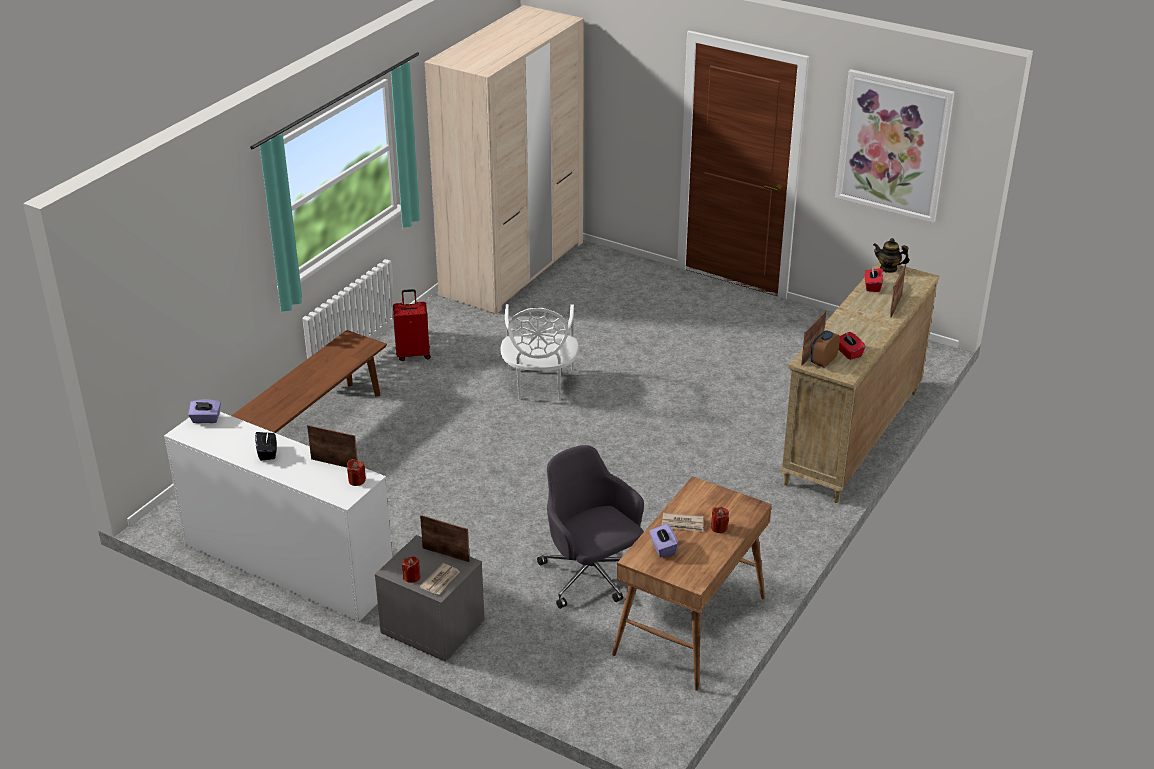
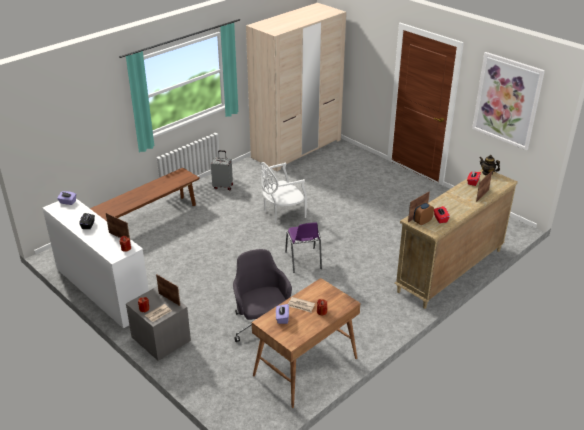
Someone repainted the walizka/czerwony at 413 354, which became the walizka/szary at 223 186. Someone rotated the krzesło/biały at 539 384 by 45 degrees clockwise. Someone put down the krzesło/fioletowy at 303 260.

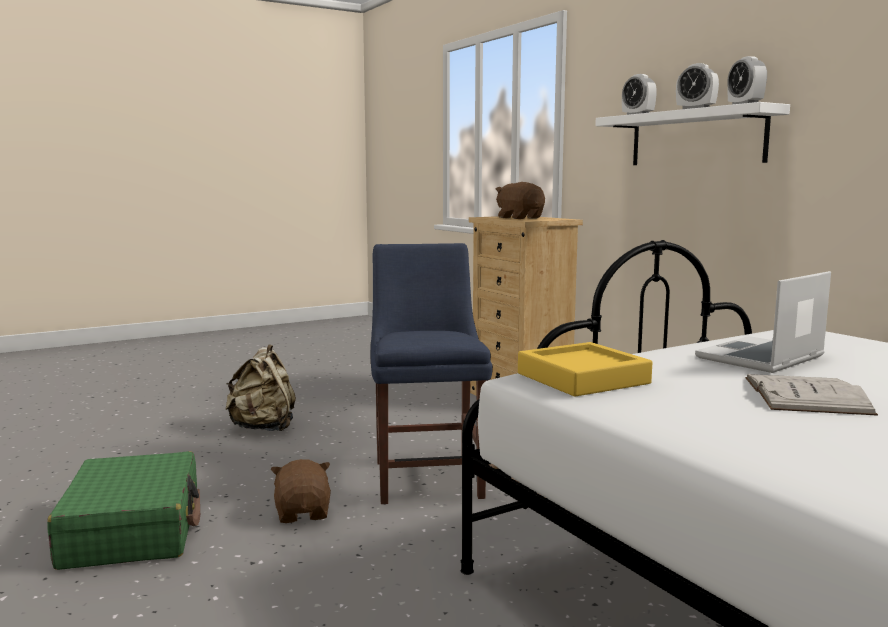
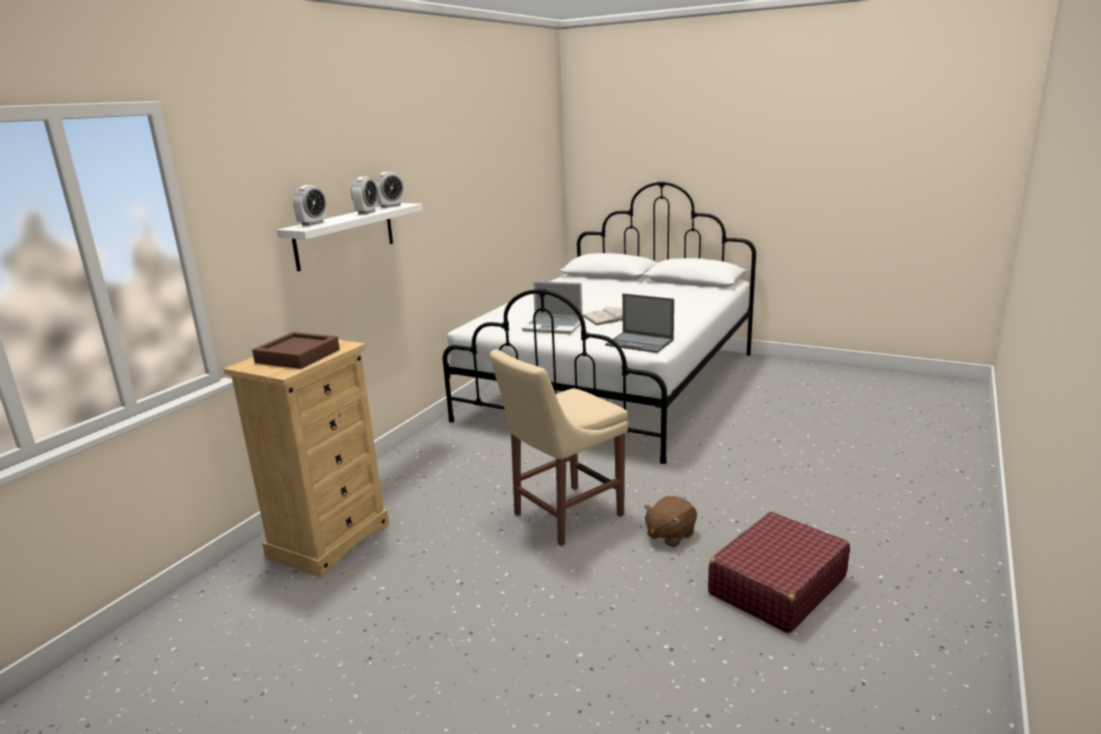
Someone repainted the walizka/zielony at 133 530, which became the walizka/czerwony at 776 586. Someone took away the plecak/beżowy at 263 428. Someone repainted the krzesło/niebieski at 428 476, which became the krzesło/beżowy at 563 516. Someone swapped the pluszak/brązowy at 519 218 for the taca/brązowy at 298 356. Someone swapped the taca/żółty at 582 378 for the laptop at 640 343.

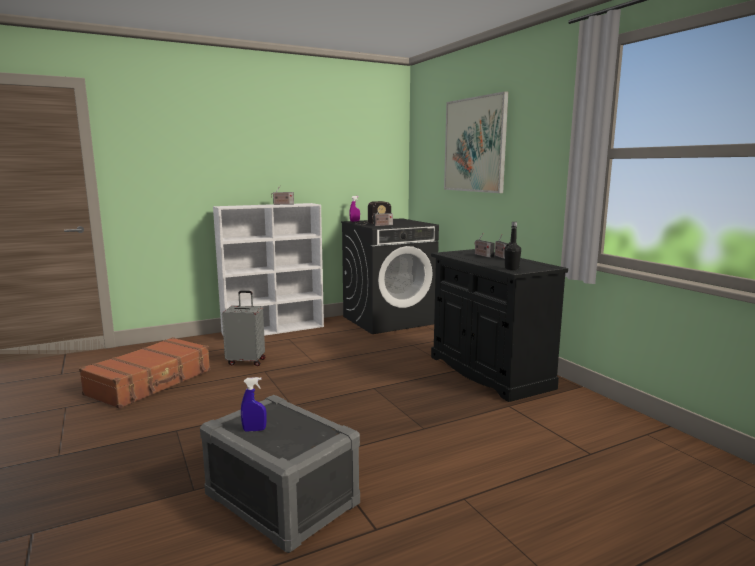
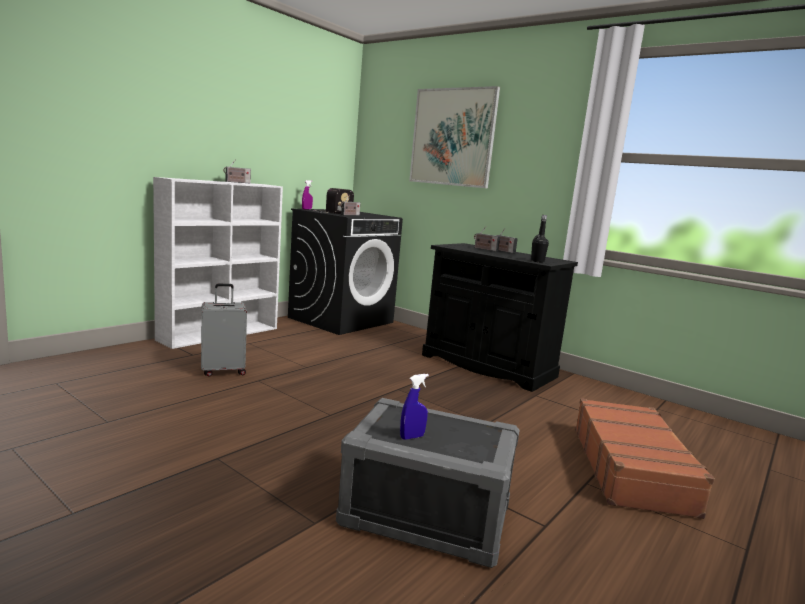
Someone carried the walizka/brązowy from 151 382 to 631 469.

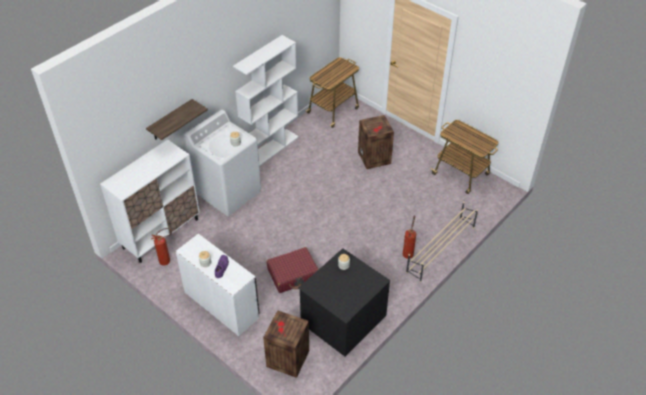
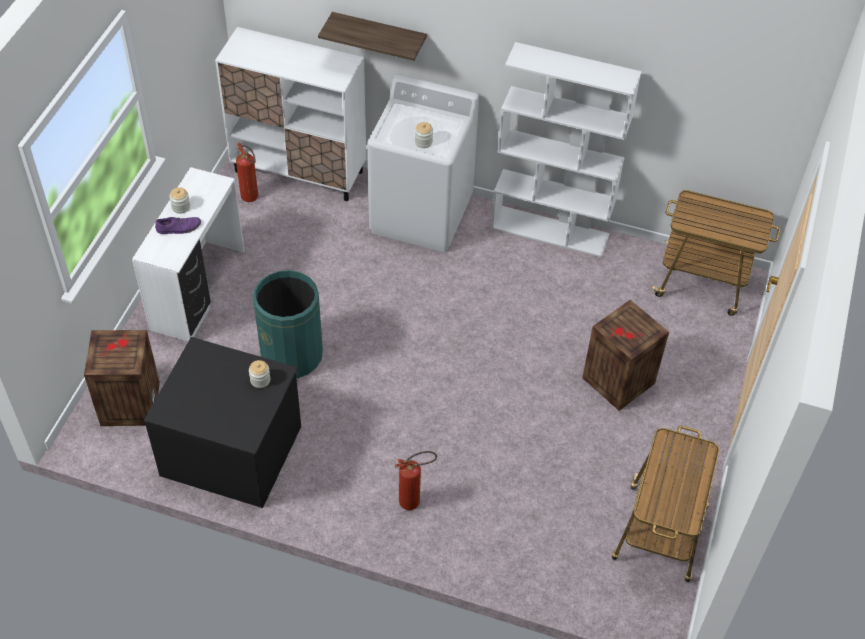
Someone swapped the walizka/czerwony at 293 274 for the kosz na śmieci/zielony at 292 355. Someone took away the regał na buty/beżowy at 440 249.

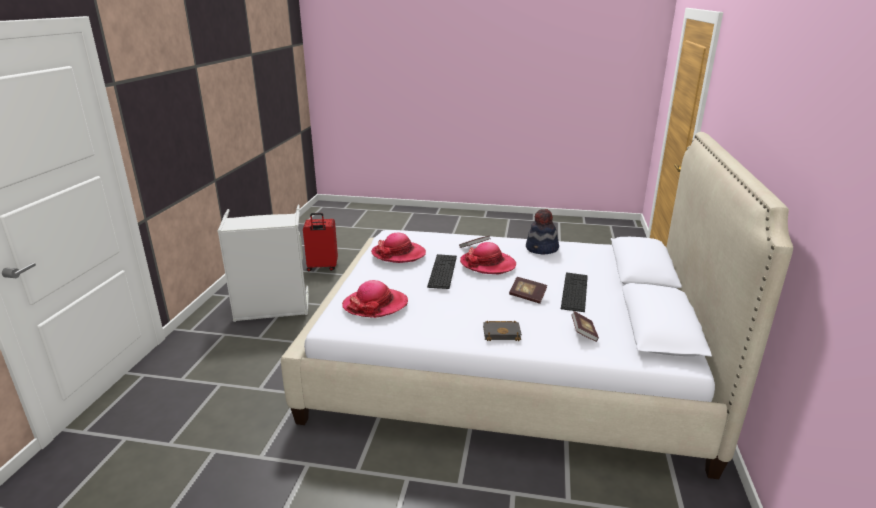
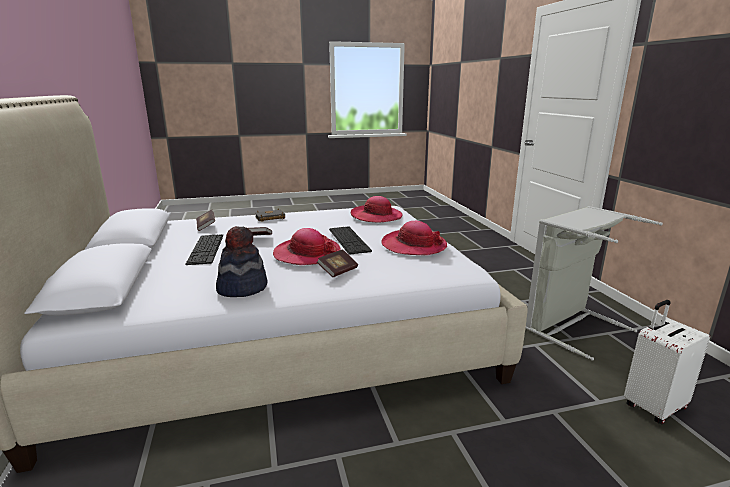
Someone repainted the walizka/czerwony at 322 267, which became the walizka/biały at 653 406.

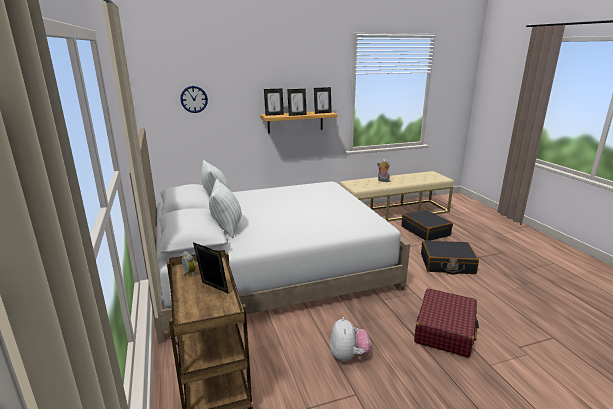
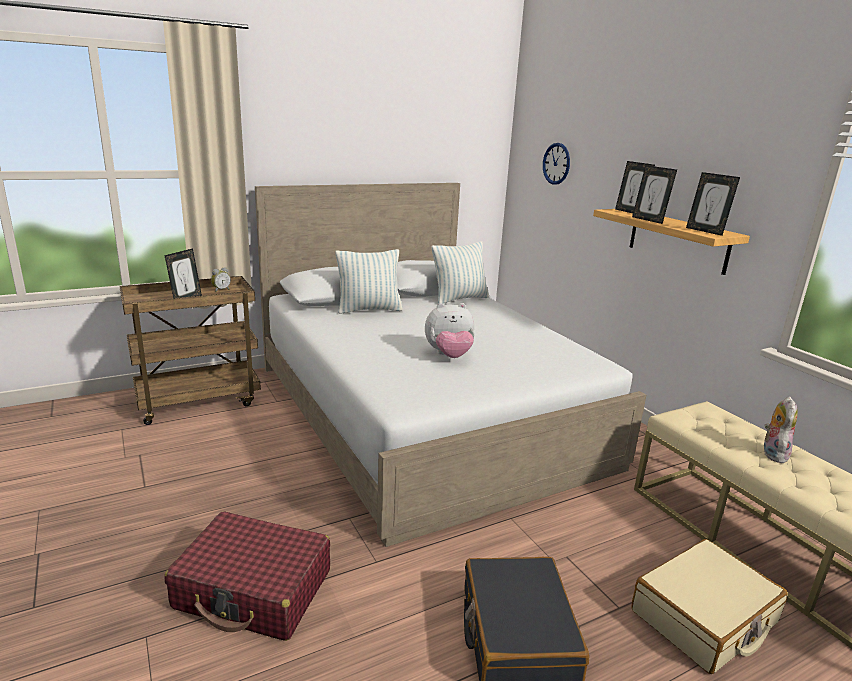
Someone carried the pluszak from 348 356 to 449 356. Someone repainted the walizka/czarny at 425 231, which became the walizka/beżowy at 704 618.

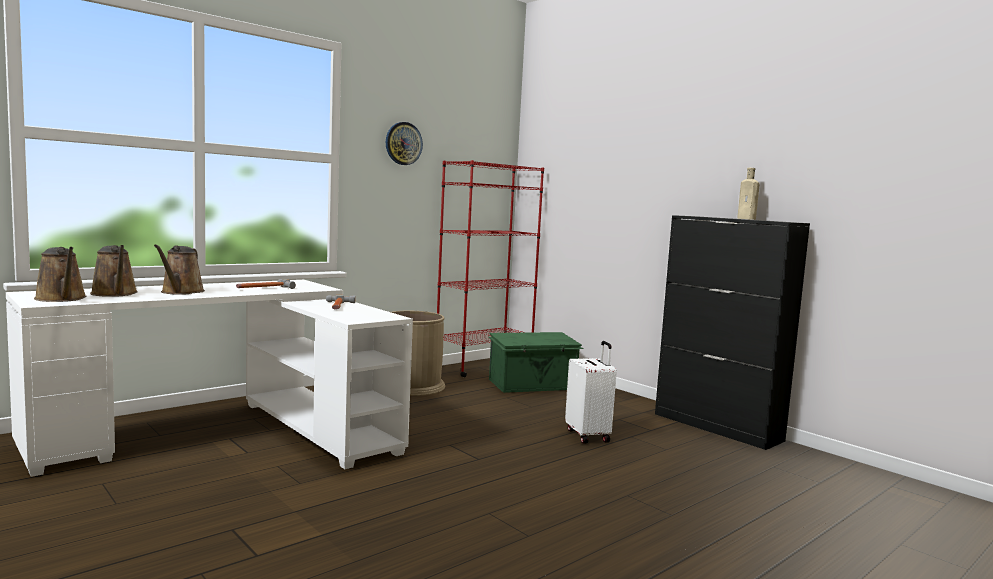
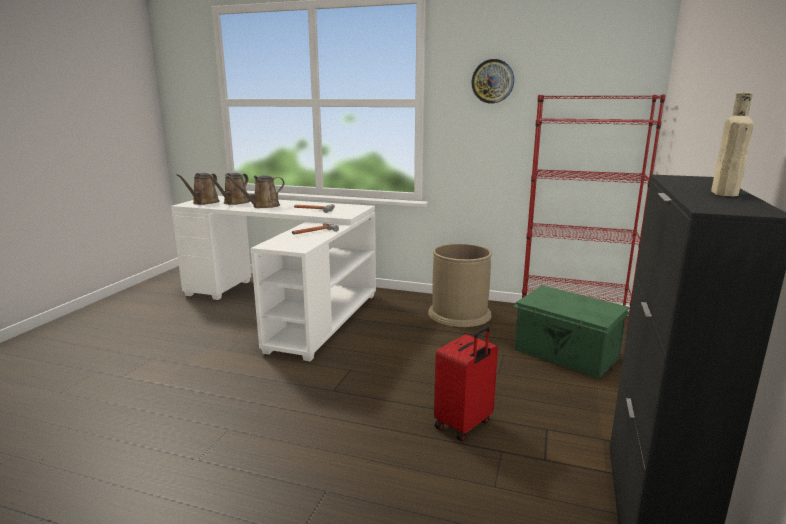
Someone repainted the walizka/biały at 588 435, which became the walizka/czerwony at 464 424.

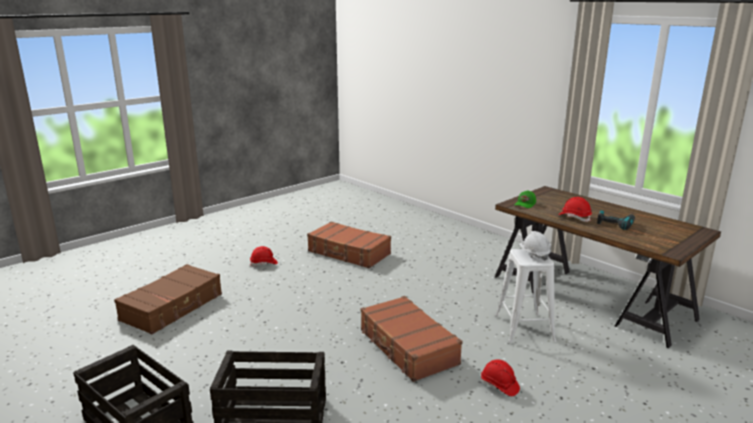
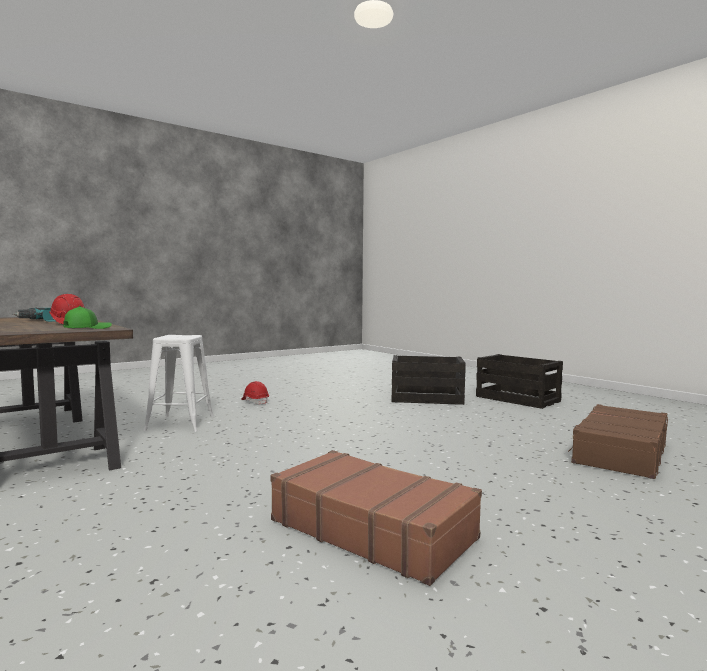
Someone took away the kask/czerwony at 264 263. Someone took away the walizka/brązowy at 407 347. Someone took away the kask/biały at 534 254.

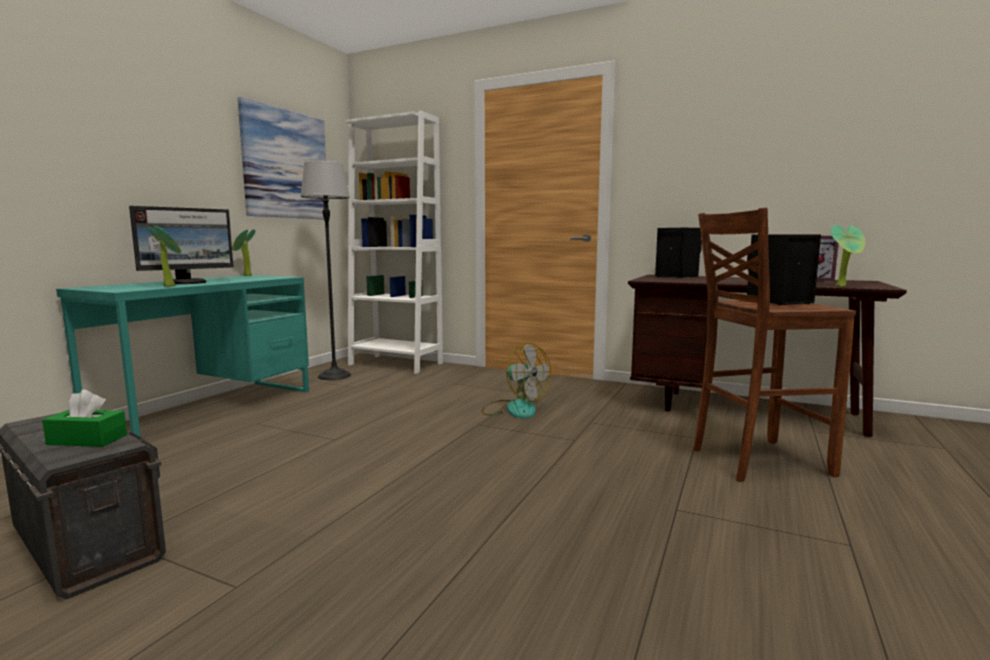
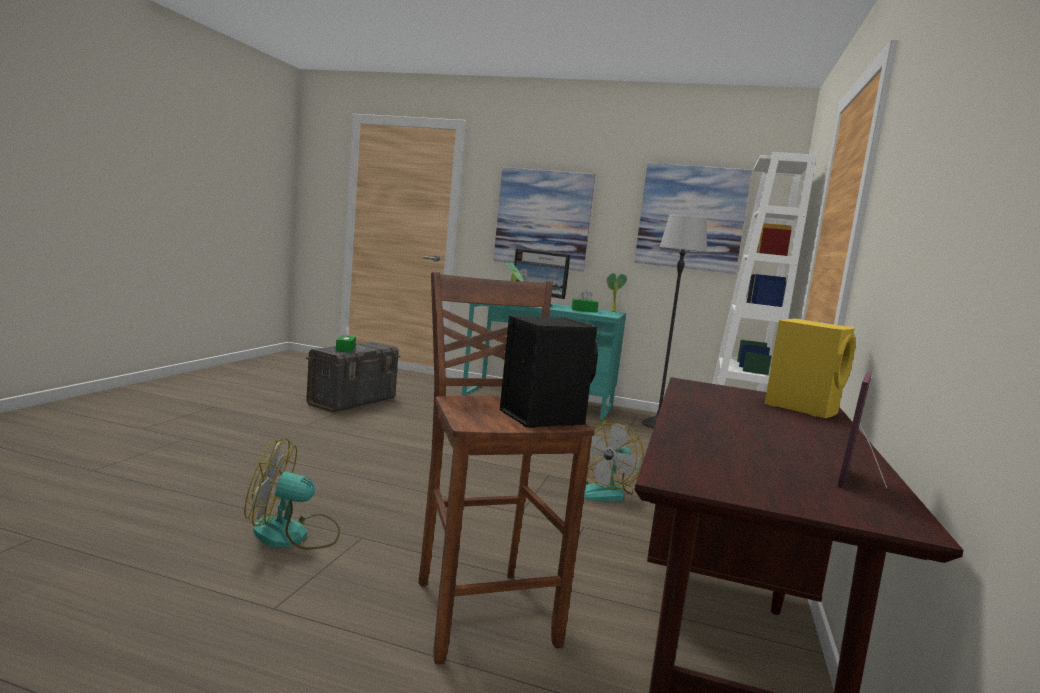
Someone repainted the głośnik/czarny at 675 276, which became the głośnik/żółty at 803 407. Someone took away the roślina doniczkowa at 843 286. Someone put down the wentylator at 293 535. Someone put up the obraz at 543 219. Someone put down the pudełko chusteczek/zielony at 584 310.

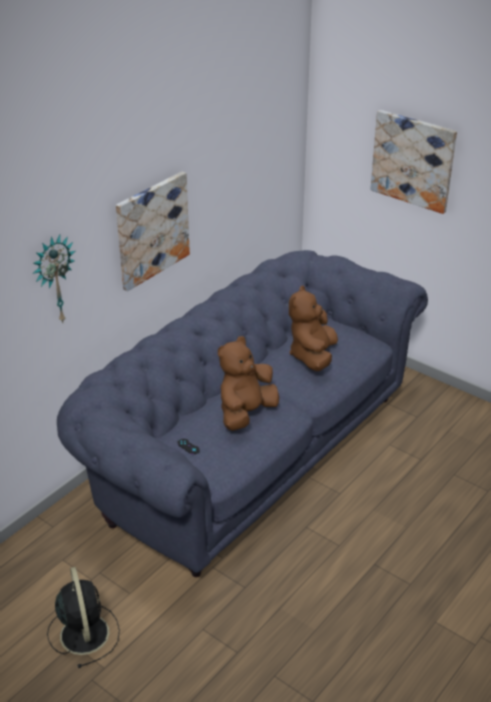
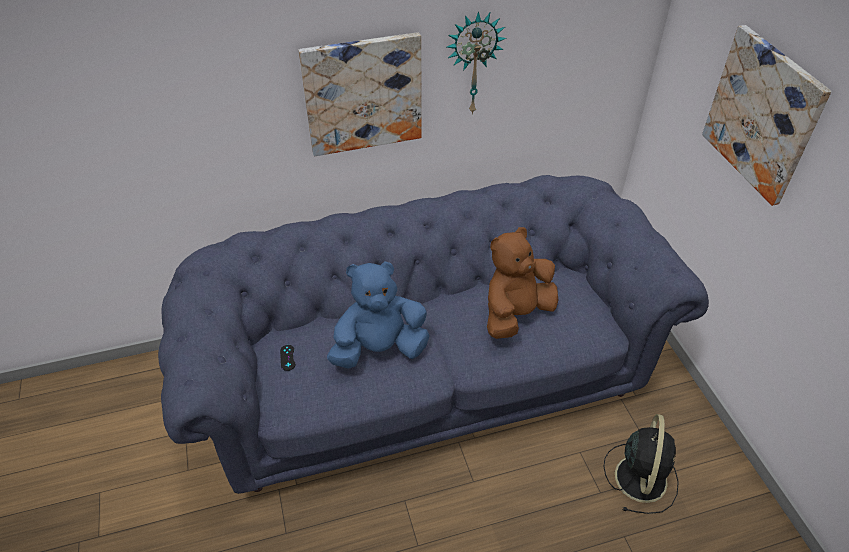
Someone carried the zegar ścienny from 54 280 to 473 63. Someone carried the wentylator/czarny from 84 632 to 641 476. Someone repainted the pluszak/brązowy at 246 413, which became the pluszak/niebieski at 379 349.

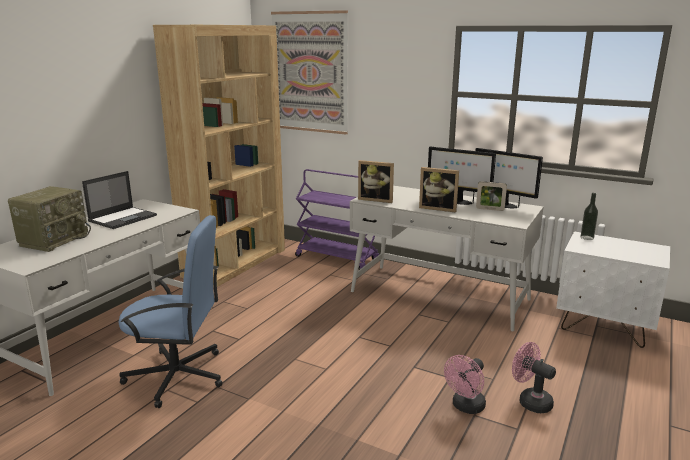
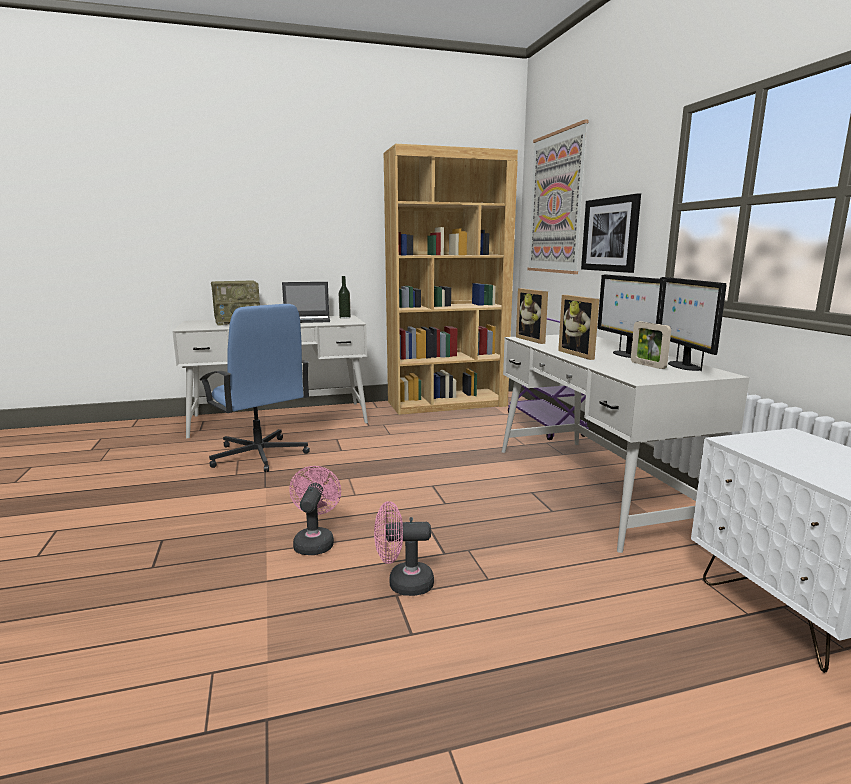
Someone carried the wentylator/różowy from 530 401 to 315 542. Someone carried the butelka from 587 237 to 345 317. Someone put up the obraz at 610 234.

